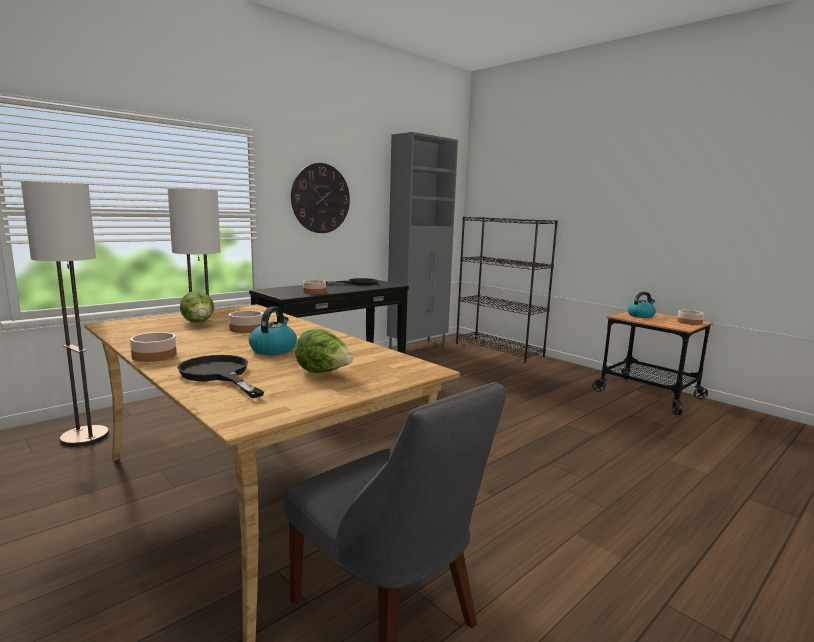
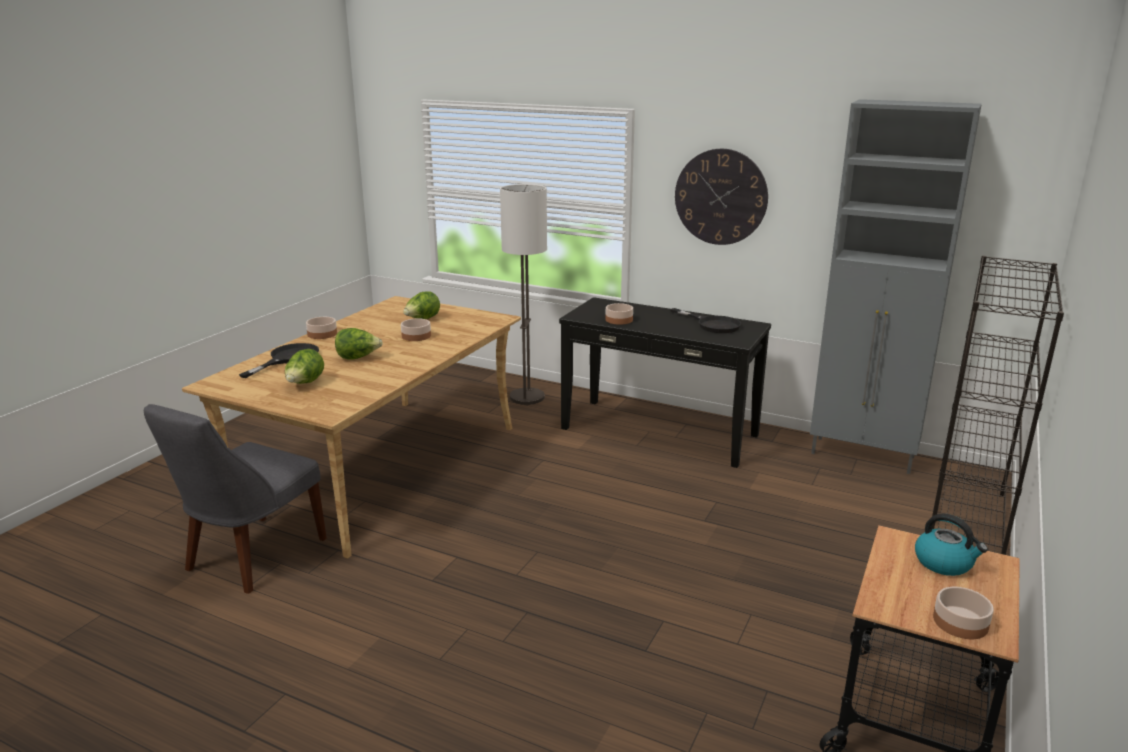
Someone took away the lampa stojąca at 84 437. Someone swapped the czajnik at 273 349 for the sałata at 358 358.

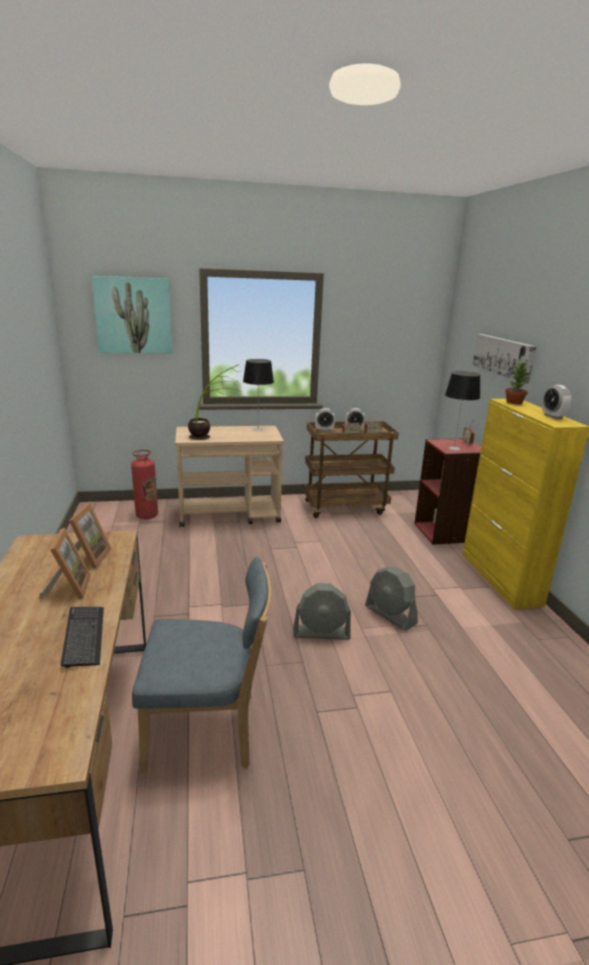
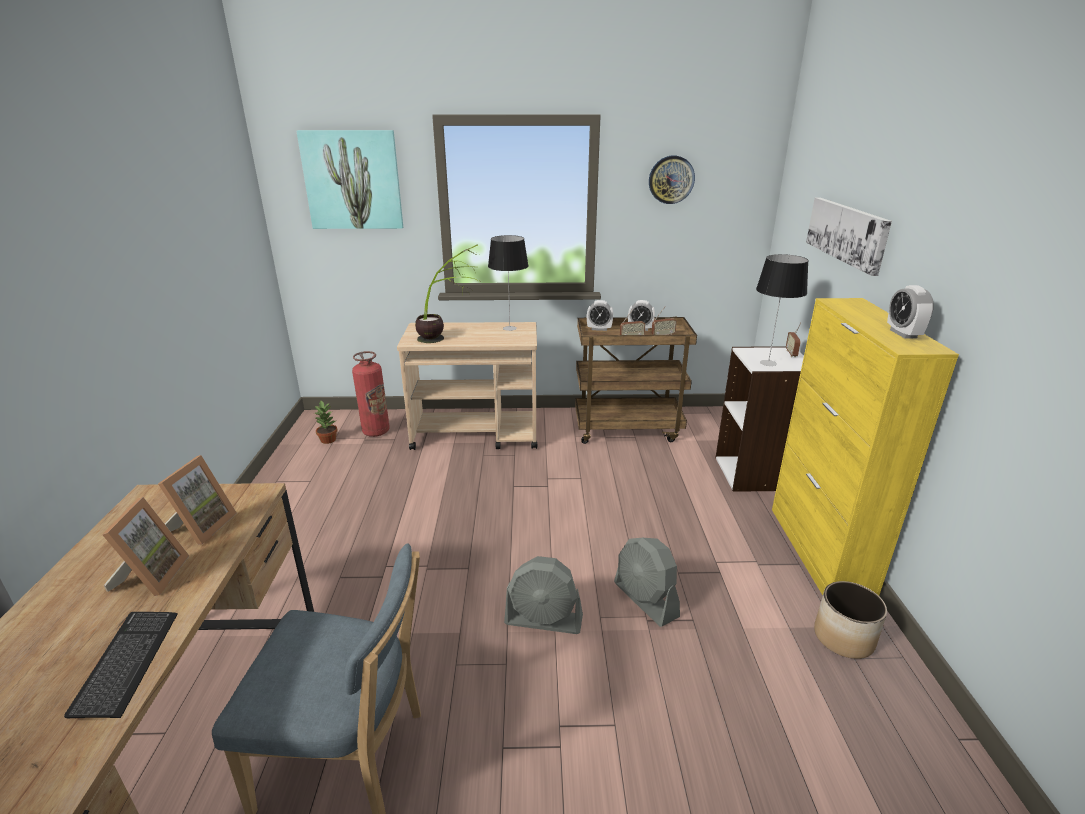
Someone repainted the regał/czerwony at 444 532, which became the regał/biały at 754 473. Someone carried the roślina doniczkowa from 514 402 to 328 440. Someone put up the zegar ścienny at 671 179. Someone put down the donica at 843 638.

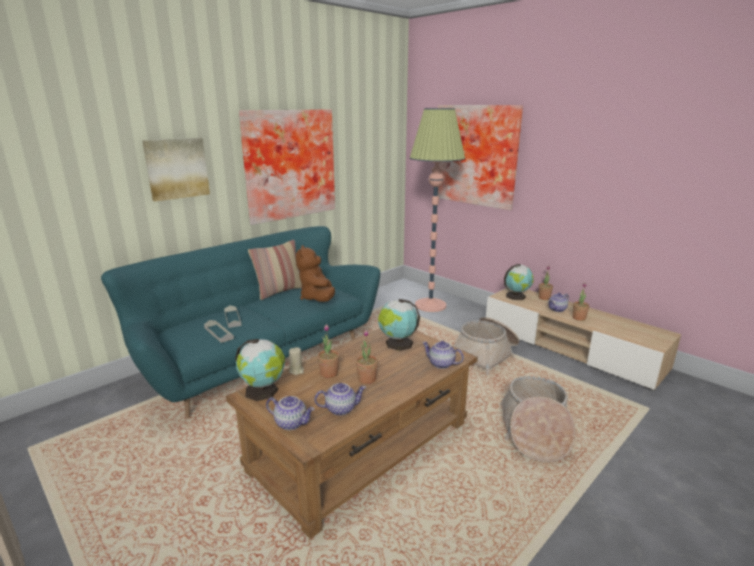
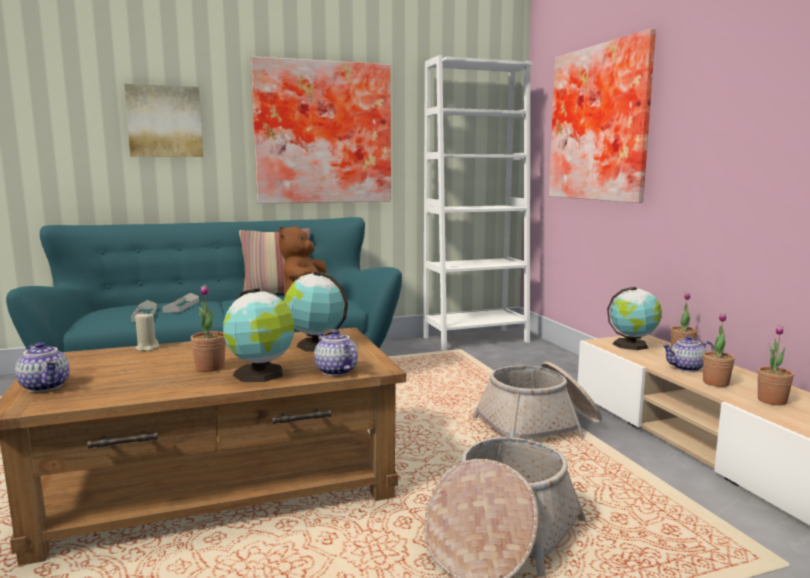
Someone carried the globus from 263 391 to 261 374. Someone took away the imbryk at 341 409. Someone carried the roślina doniczkowa from 329 373 to 772 401. Someone took away the lampa stojąca at 430 305. Someone put down the regał/biały at 475 339.

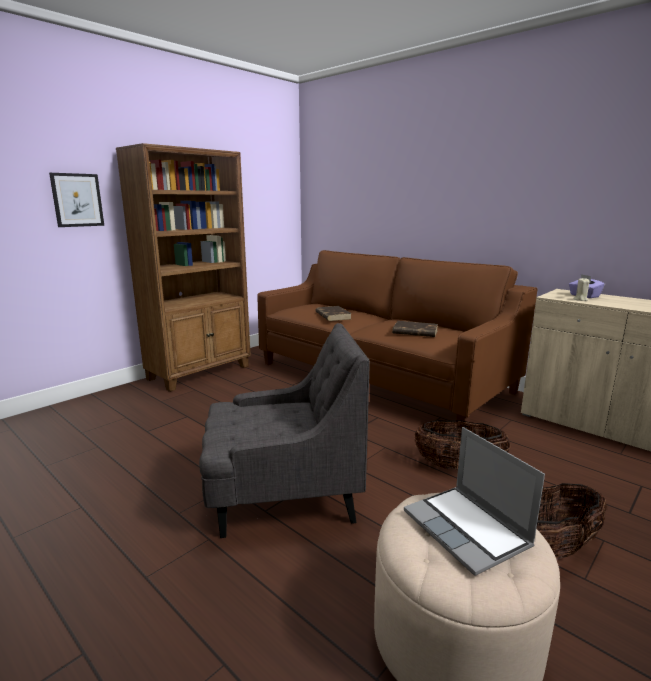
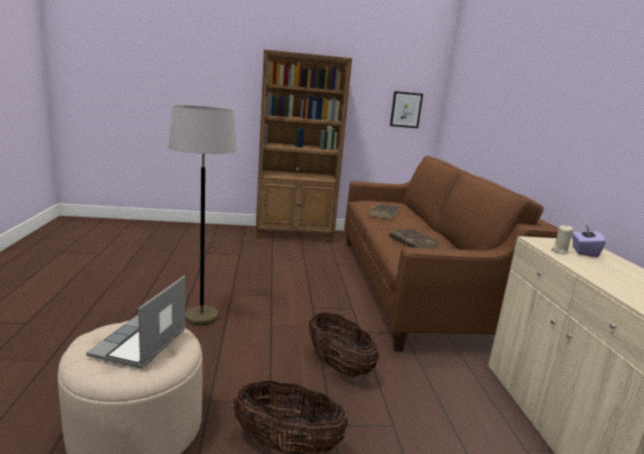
Someone carried the obraz from 77 200 to 406 110. Someone swapped the fotel/szary at 283 497 for the lampa stojąca/szary at 201 317.

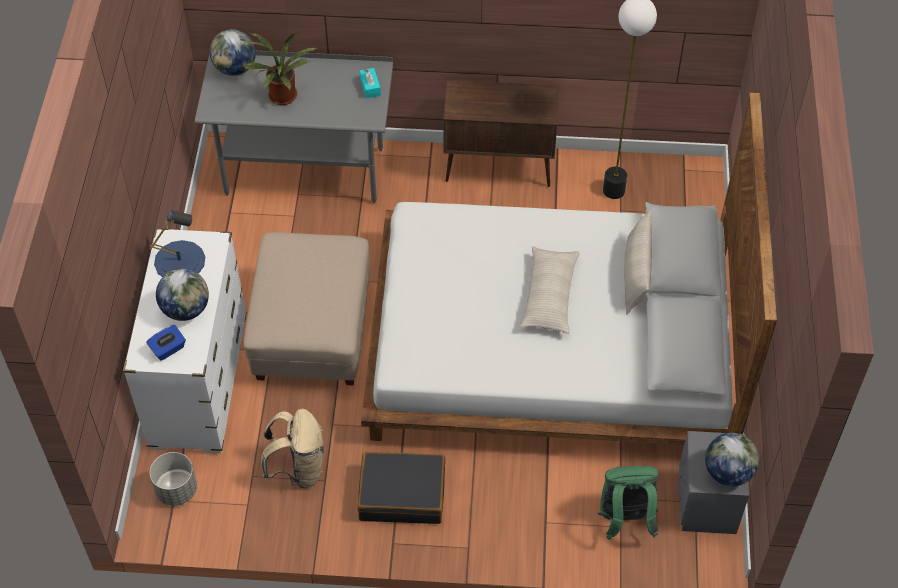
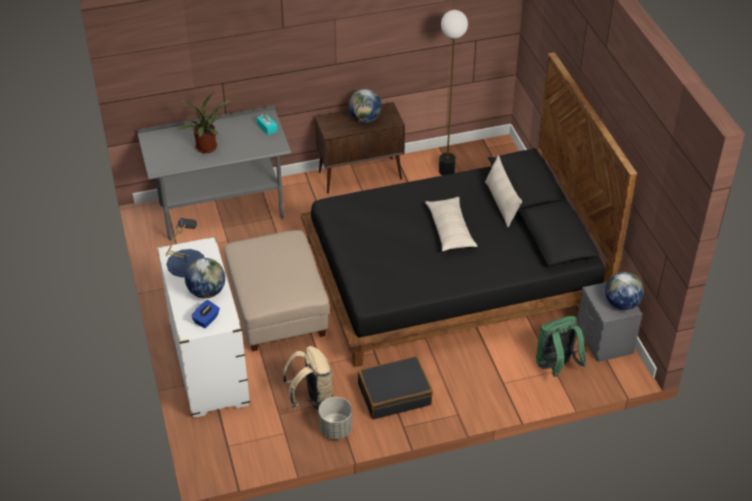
Someone carried the donica/szary from 177 490 to 336 429. Someone carried the globus from 235 69 to 365 119. Someone repainted the łóżko/biały at 551 346, which became the łóżko/czarny at 452 275.

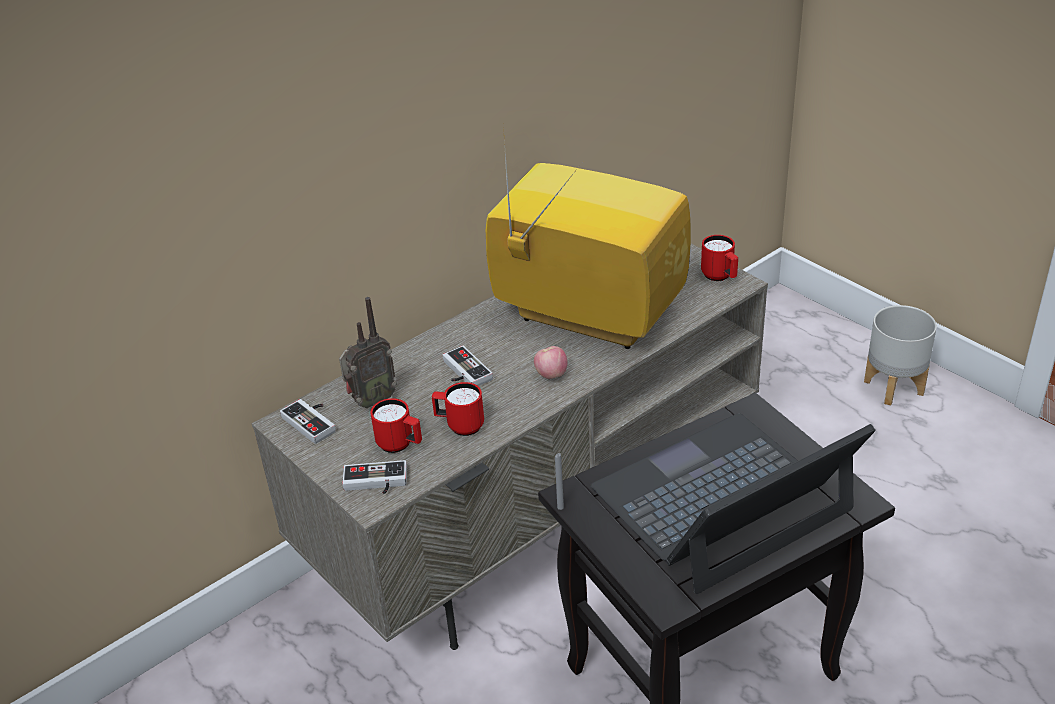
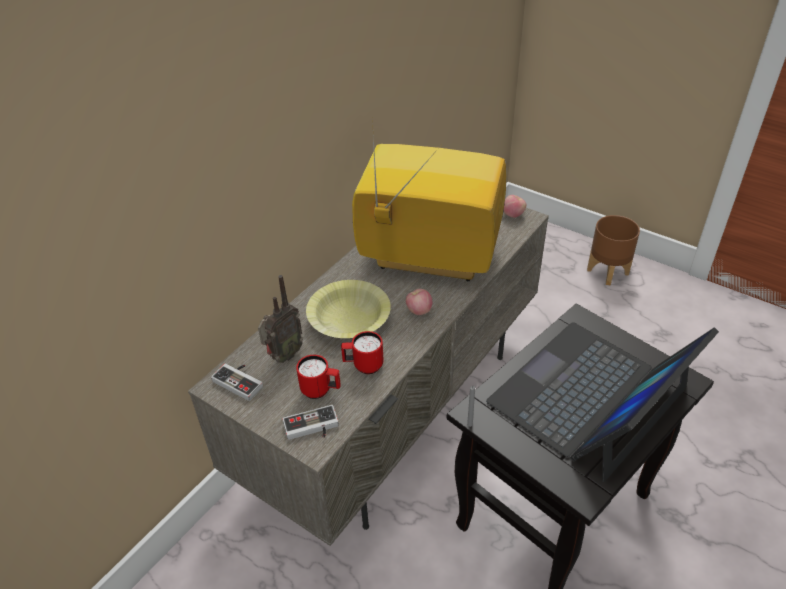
Someone swapped the pad do gier at 462 372 for the miska/żółty at 349 319. Someone swapped the kubek/czerwony at 720 277 for the jabłko at 513 215. Someone repainted the donica/szary at 894 387, which became the donica/brązowy at 608 271.

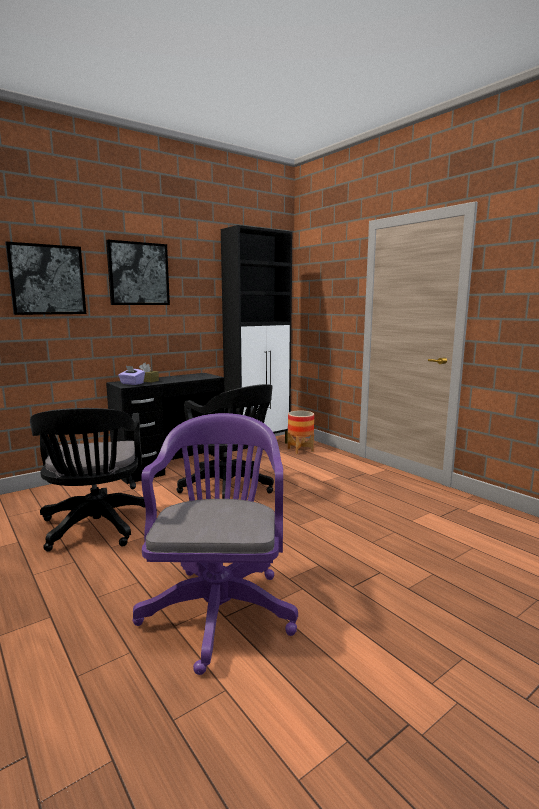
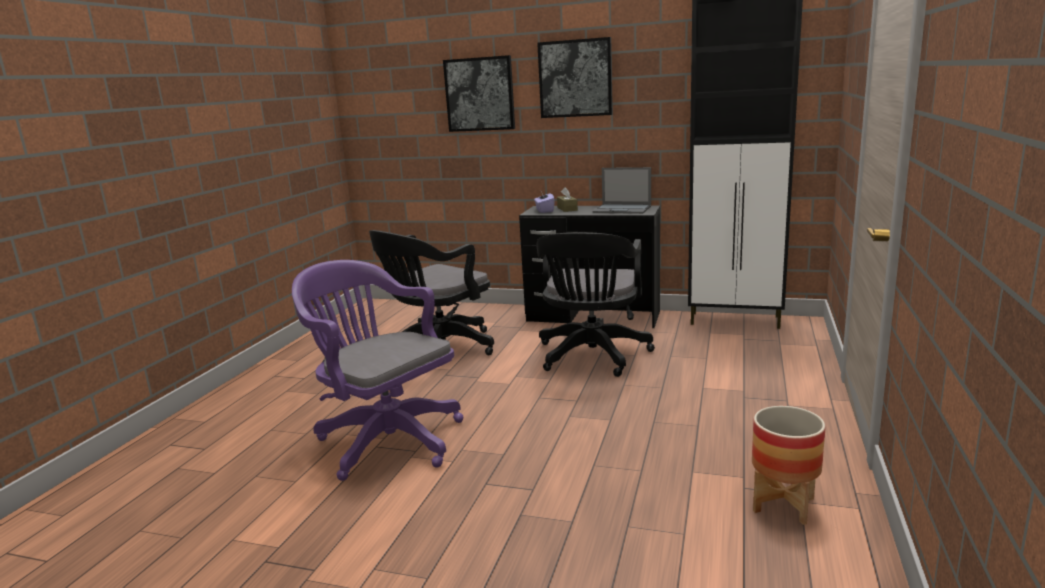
Someone rotated the krzesło biurowe/fioletowy at 219 607 by 105 degrees counterclockwise. Someone carried the donica from 300 450 to 784 505. Someone put down the laptop at 623 209.

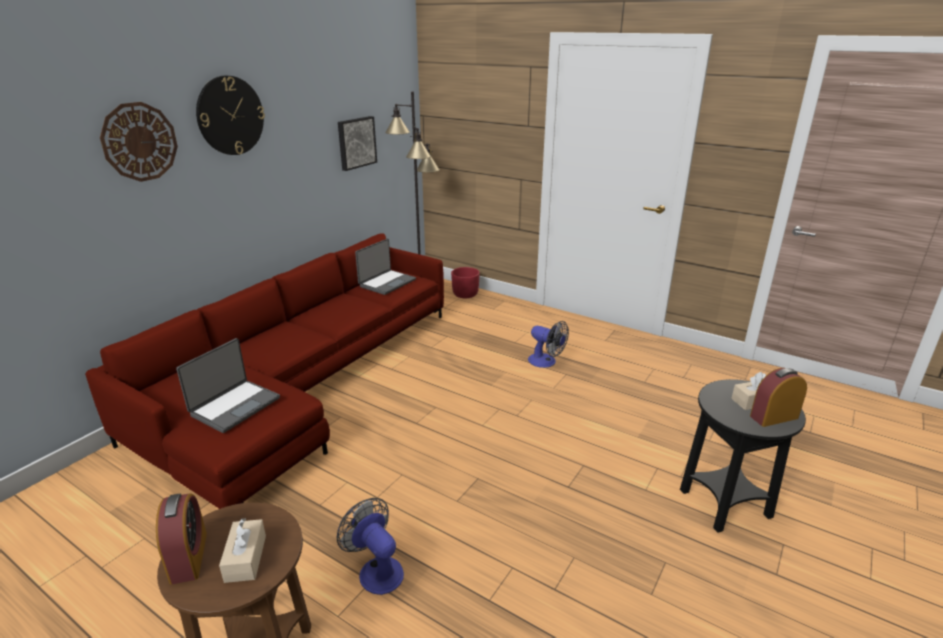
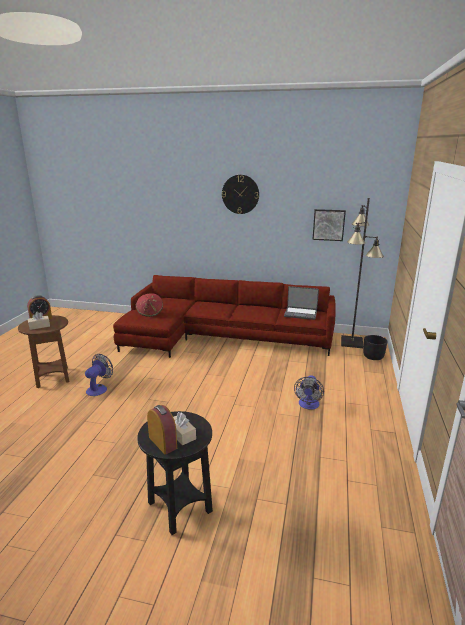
Someone took away the zegar ścienny at 139 142. Someone swapped the laptop at 234 406 for the kapelusz/czerwony at 150 312. Someone repainted the donica/czerwony at 465 294, which became the donica/czarny at 373 357.

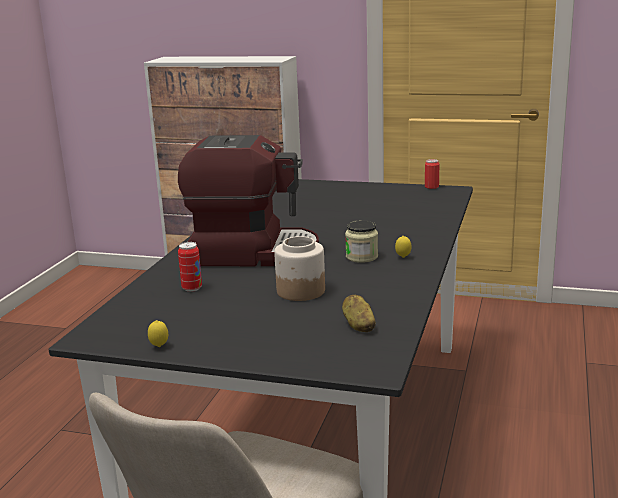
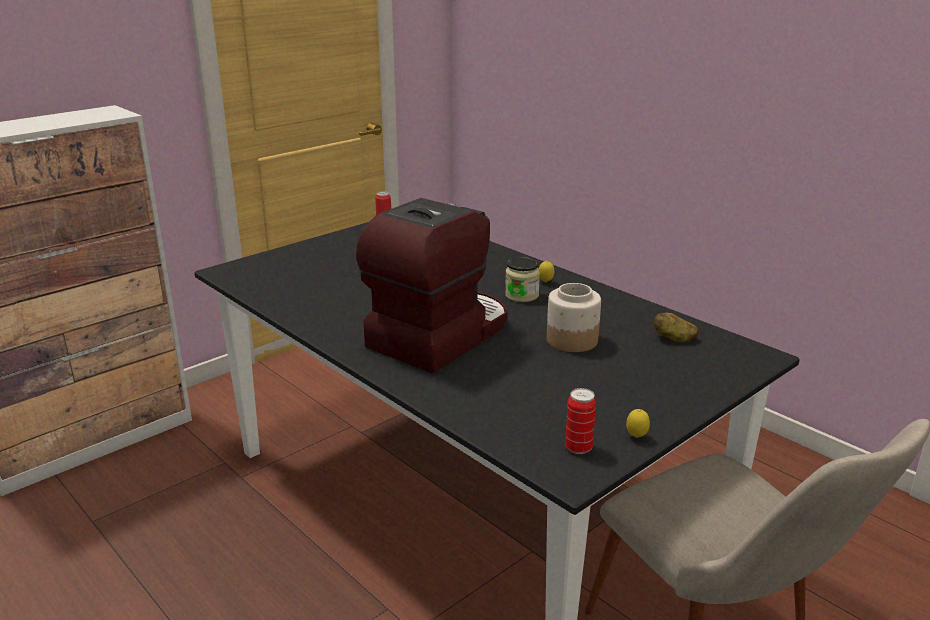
Someone carried the puszka from 192 288 to 578 448.

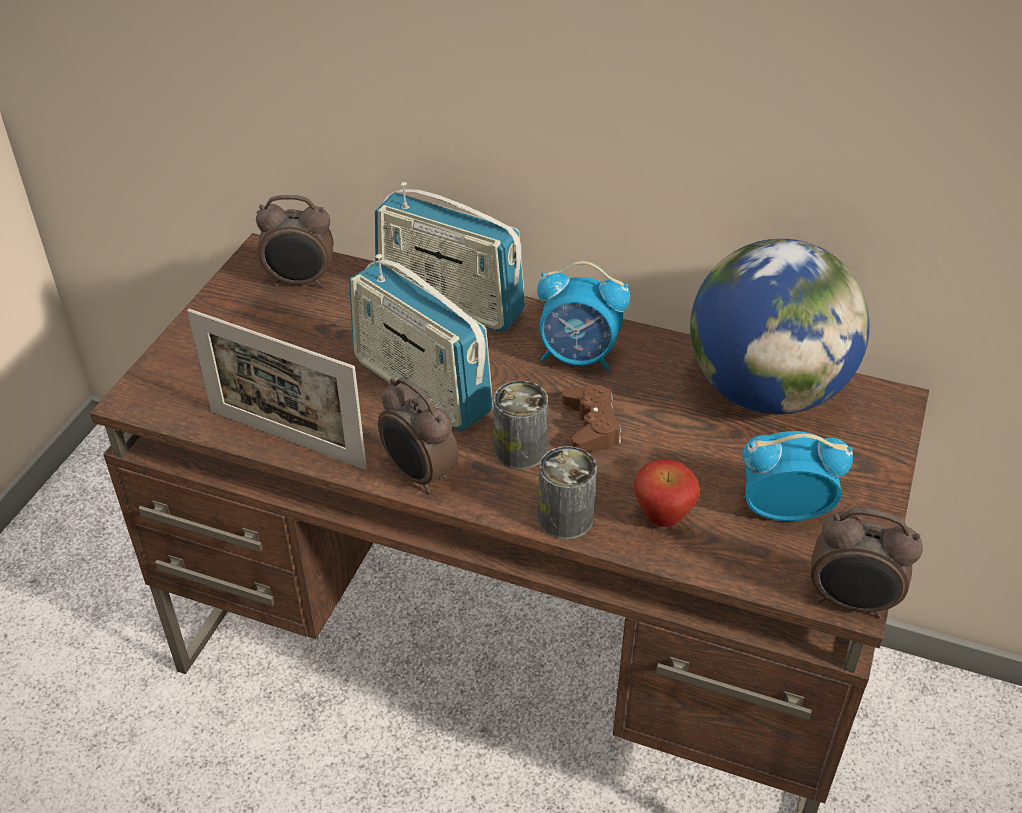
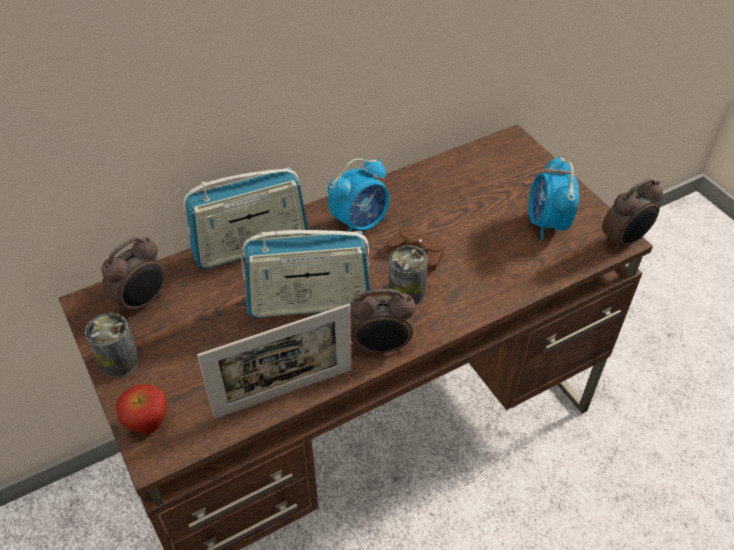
Someone carried the puszka from 565 518 to 119 361. Someone carried the jabłko from 662 518 to 148 425. Someone took away the globus at 765 391. Someone rotated the budzik at 782 510 by 45 degrees counterclockwise.

